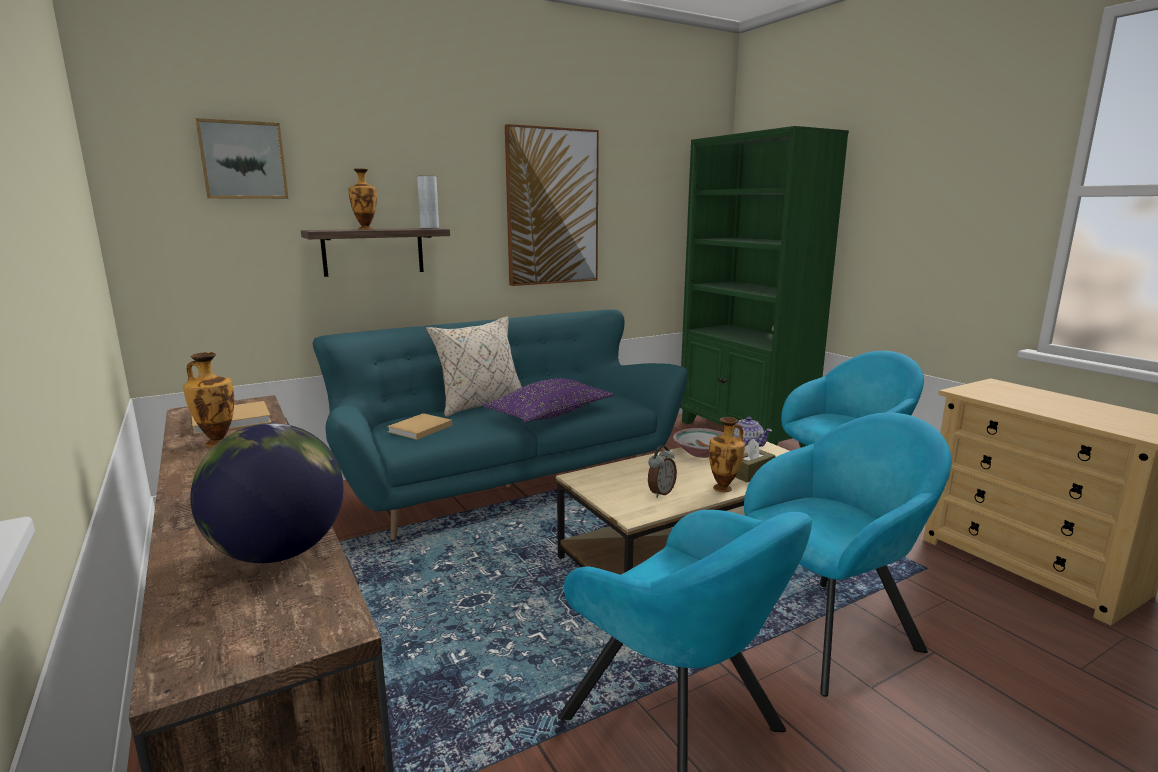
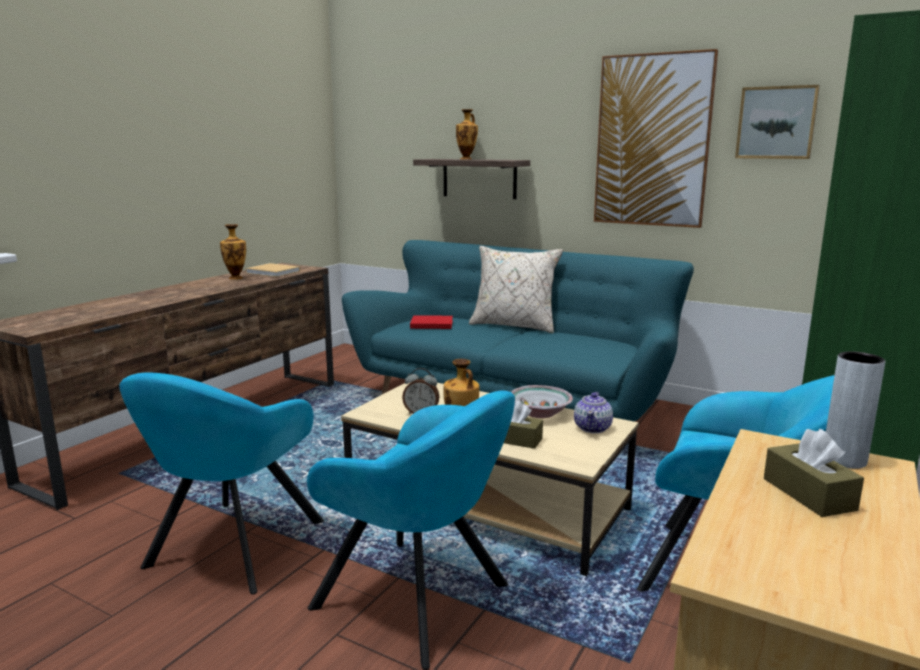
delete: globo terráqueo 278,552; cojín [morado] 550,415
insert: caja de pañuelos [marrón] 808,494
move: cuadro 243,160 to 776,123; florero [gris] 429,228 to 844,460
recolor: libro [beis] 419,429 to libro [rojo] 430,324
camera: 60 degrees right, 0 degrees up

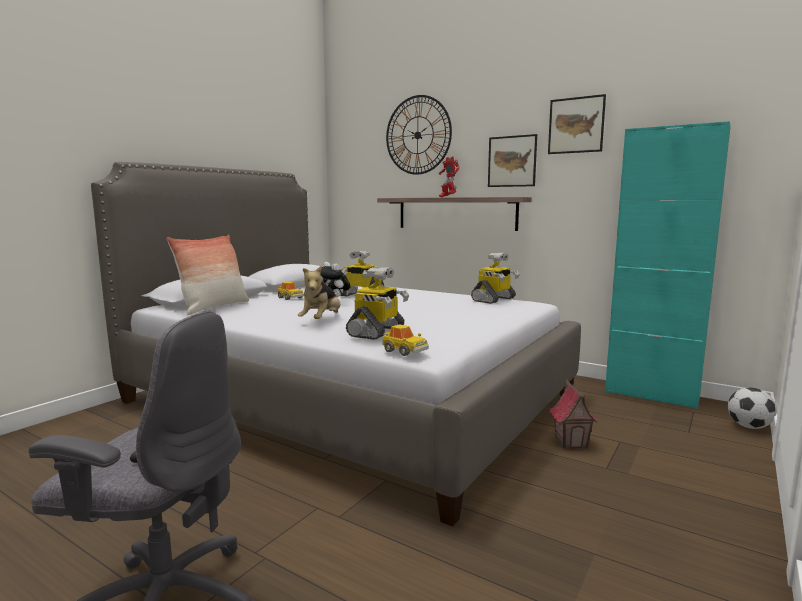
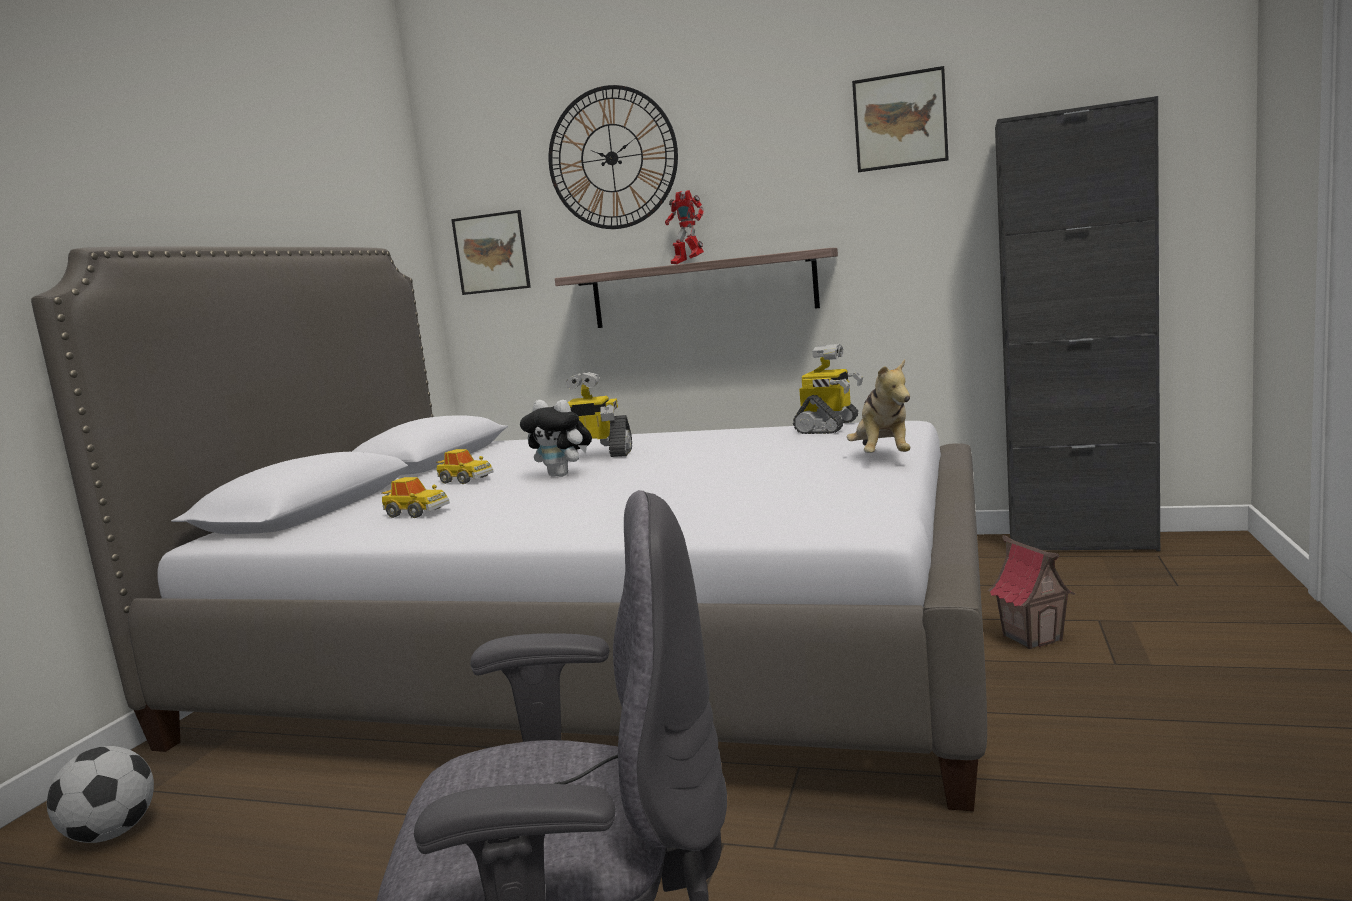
delete: cojín 214,307; robot de juguete 377,332
move: peluche 321,320 to 882,457; coche de juguete 404,351 to 416,513; cuadro 512,161 to 491,253; balón de fútbol 749,427 to 111,834
recolor: armario [turquesa] 651,395 to armario [negro] 1081,542
camera: 15 degrees left, 0 degrees up

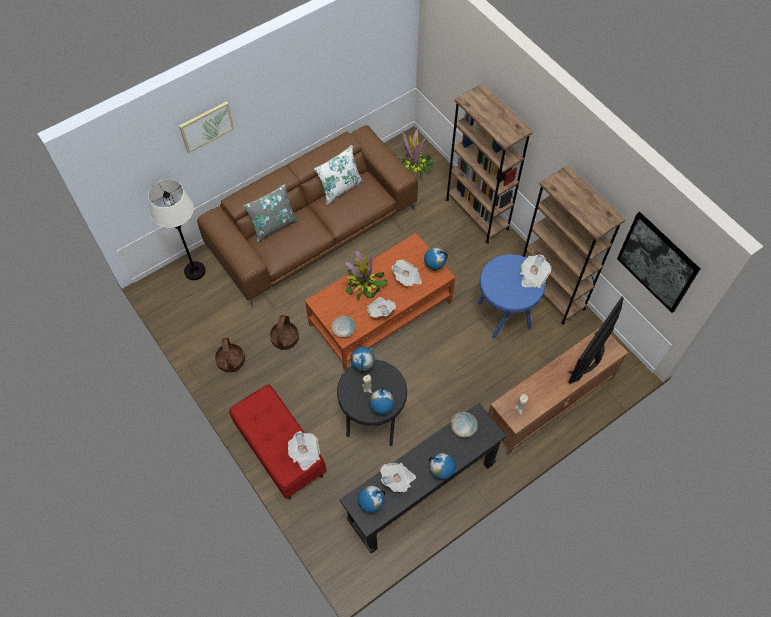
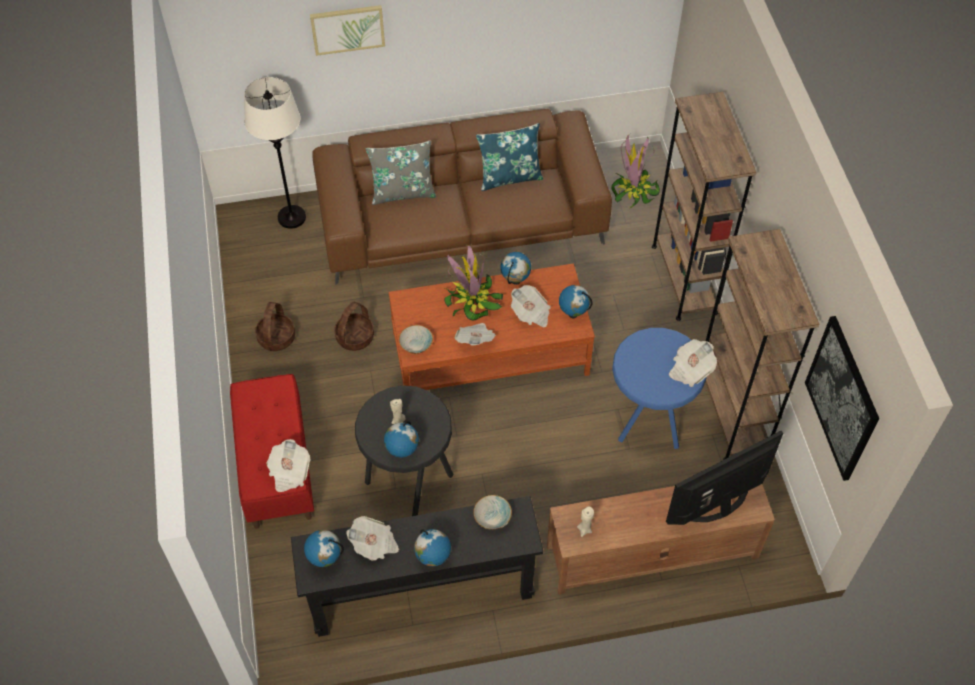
move: globo terráqueo 363,366 to 515,281
recolor: cojín [blanco] 340,188 to cojín [azul] 509,177
camera: 25 degrees right, 5 degrees down

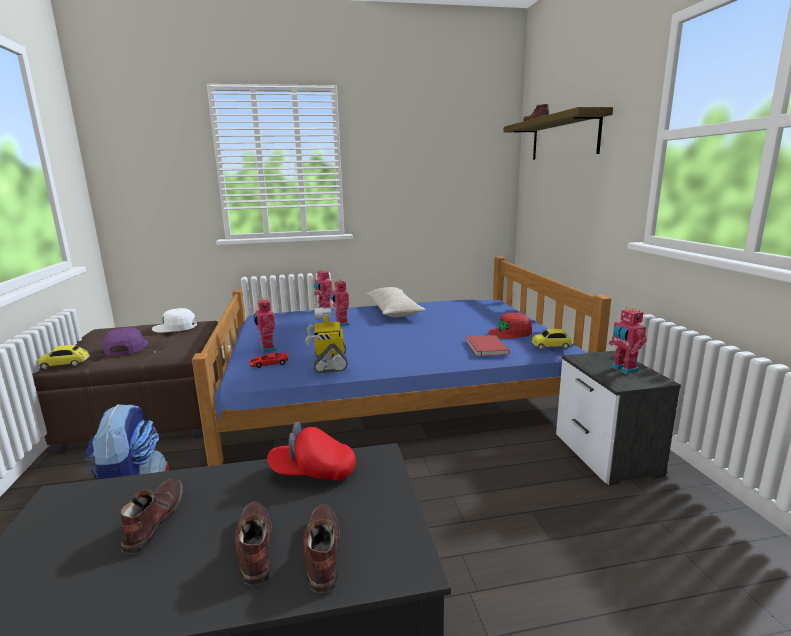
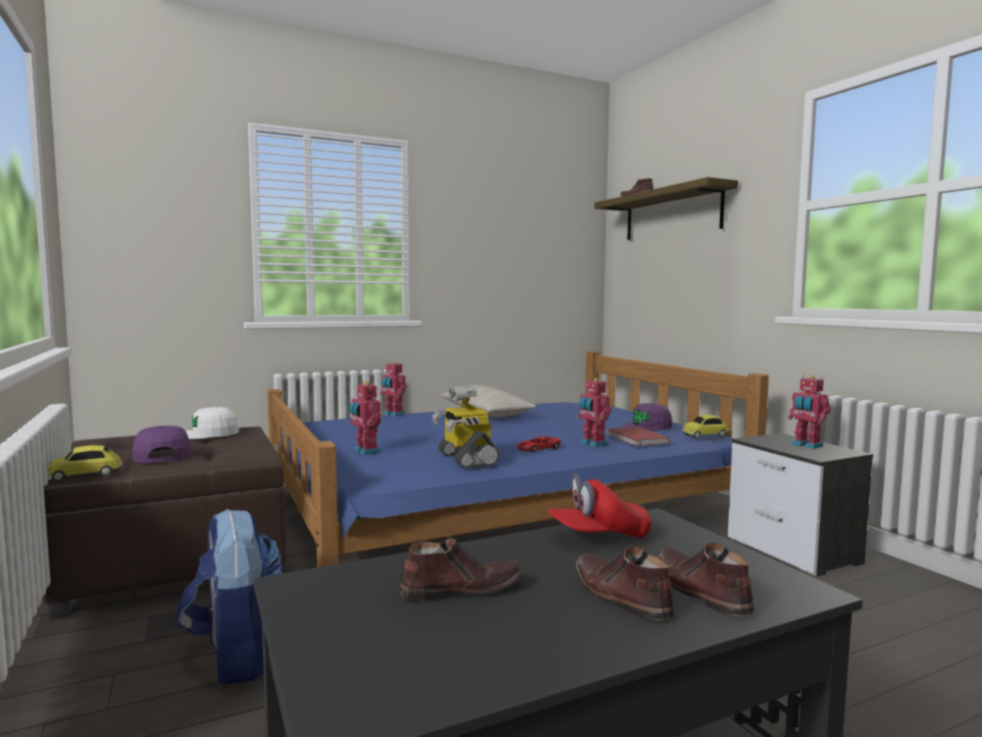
move: coche de juguete [rojo] 269,363 to 538,448; robot de juguete 341,324 to 592,444
recolor: gorra [rojo] 510,332 to gorra [morado] 647,426
rotate: zapato [marrón] 154,520 = 462,589 90 degrees clockwise
camera: 15 degrees left, 10 degrees down

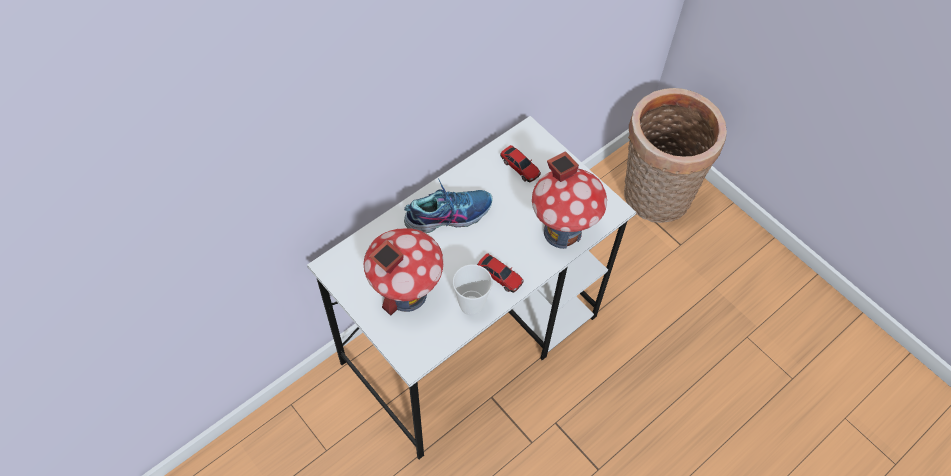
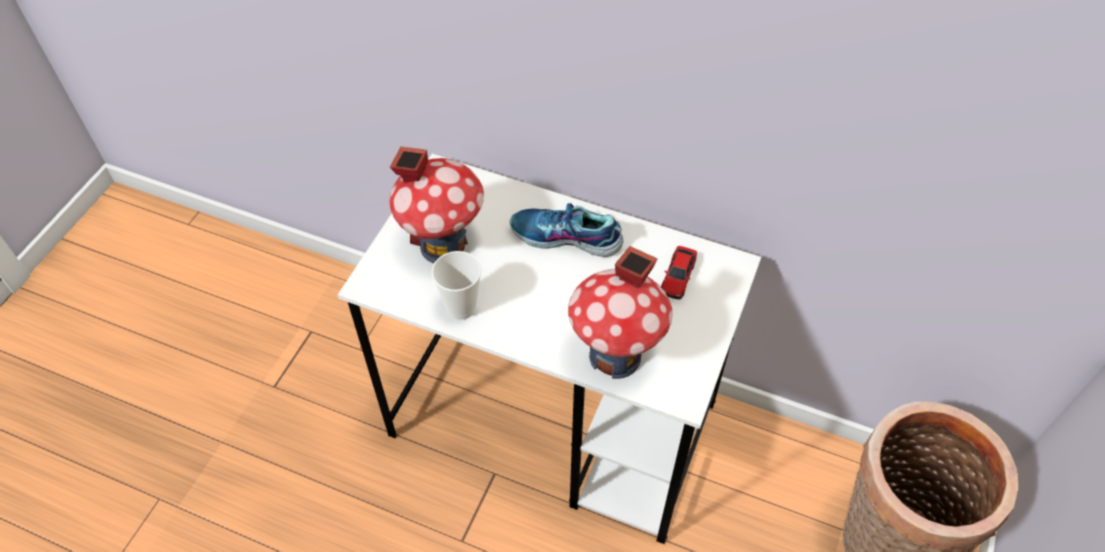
delete: coche de juguete 499,275
rotate: zapato 448,214 = 566,238 150 degrees clockwise
camera: 65 degrees right, 5 degrees down

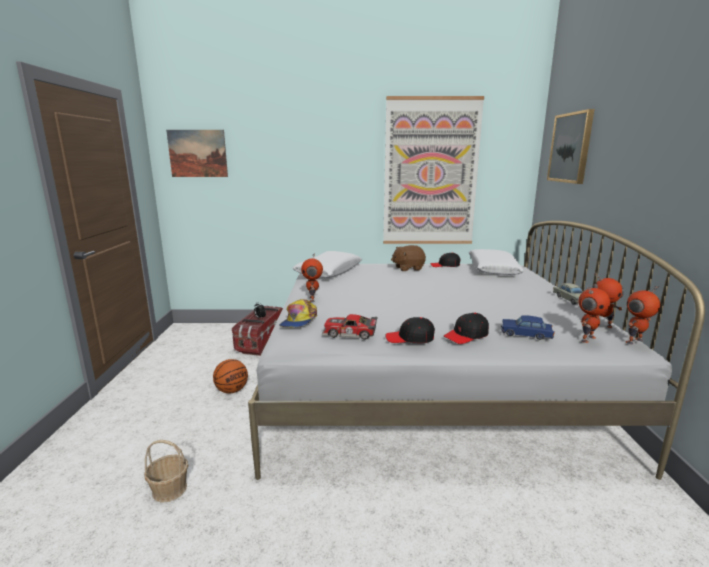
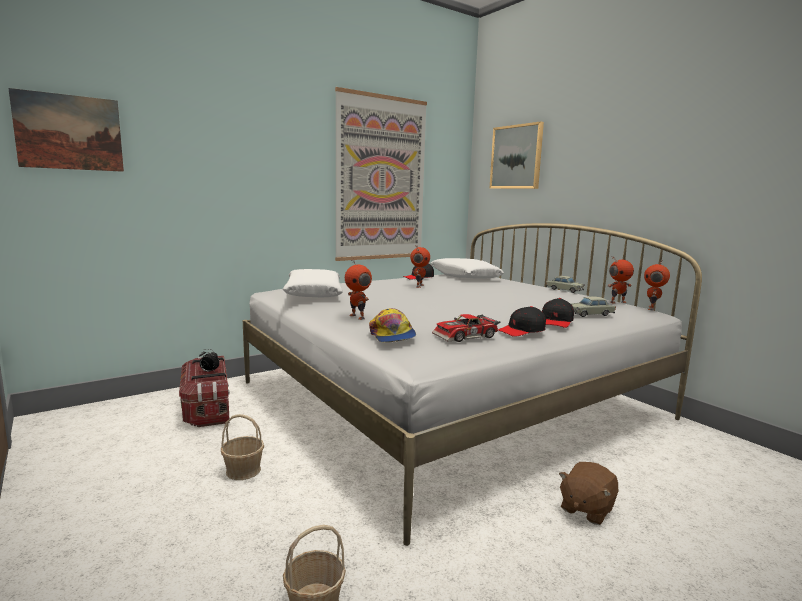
move: peluche [marrón] 408,268 to 586,509; robot de juguete 587,339 to 419,286
replace: balón de baloncesto 232,390 to cesta 243,470
recolor: coche de juguete [azul] 526,334 to coche de juguete [beis] 590,314
camera: 35 degrees left, 5 degrees down

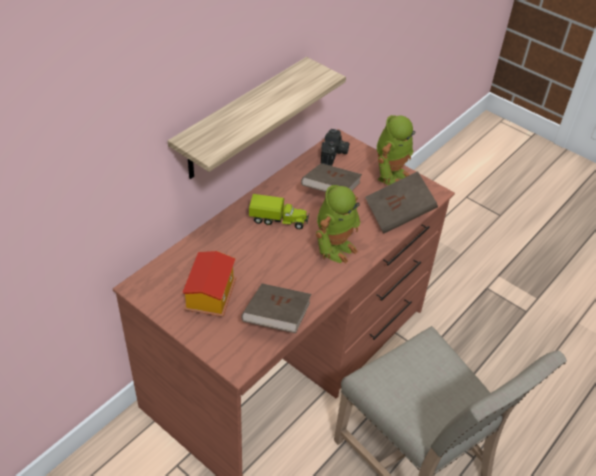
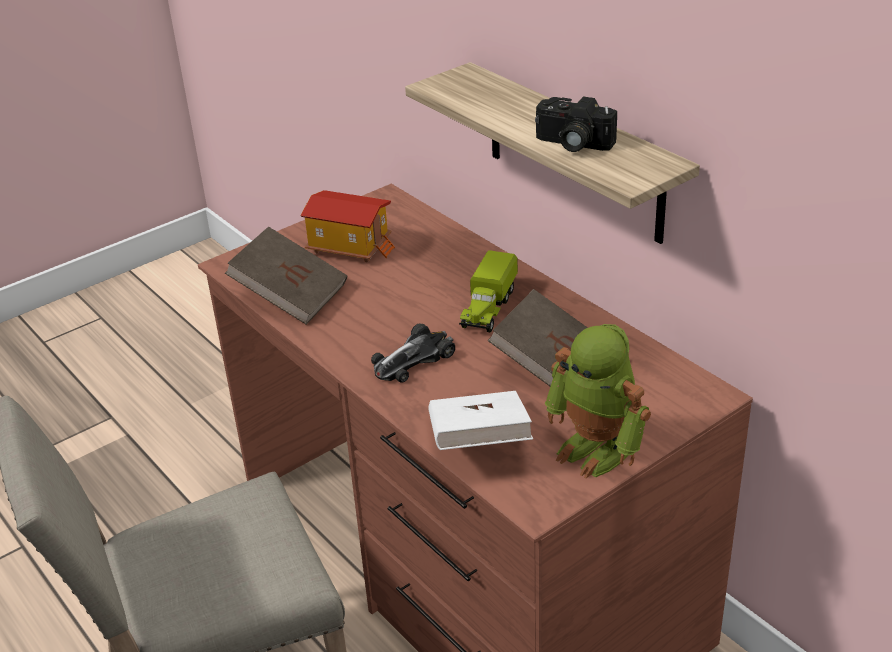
move: cámara 334,155 to 572,144
replace: robot de juguete 335,247 to coche de juguete 413,359
recolor: libro [marrón] 398,214 to libro [blanco] 479,443
camera: 105 degrees right, 10 degrees down

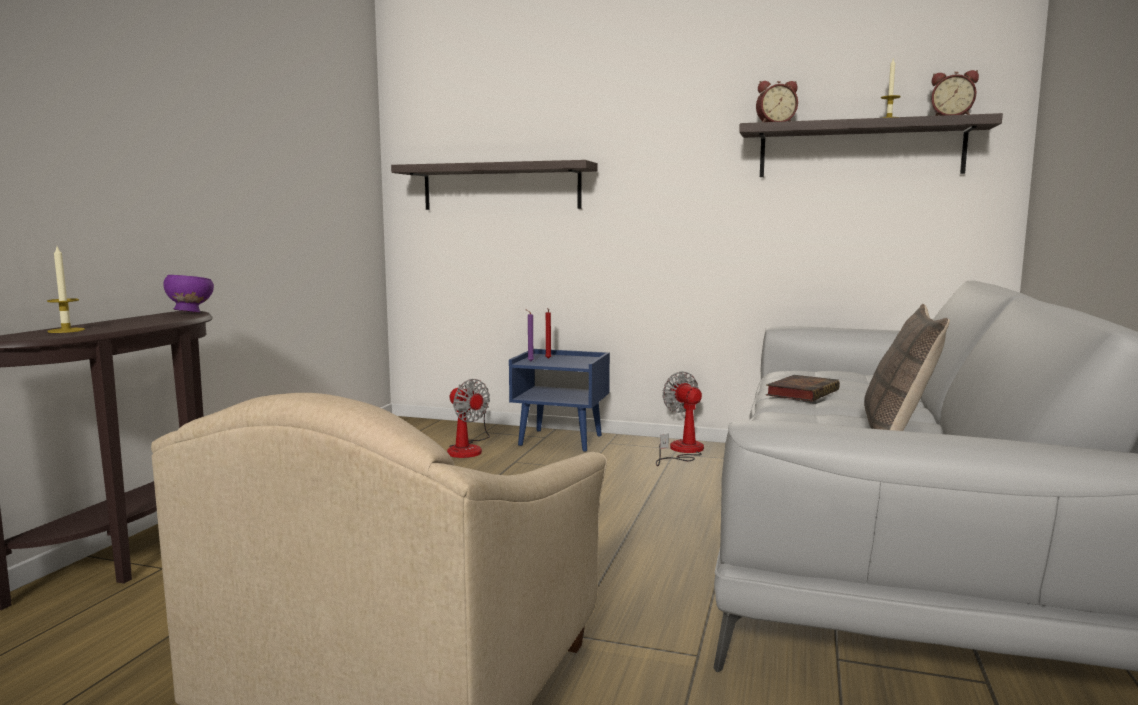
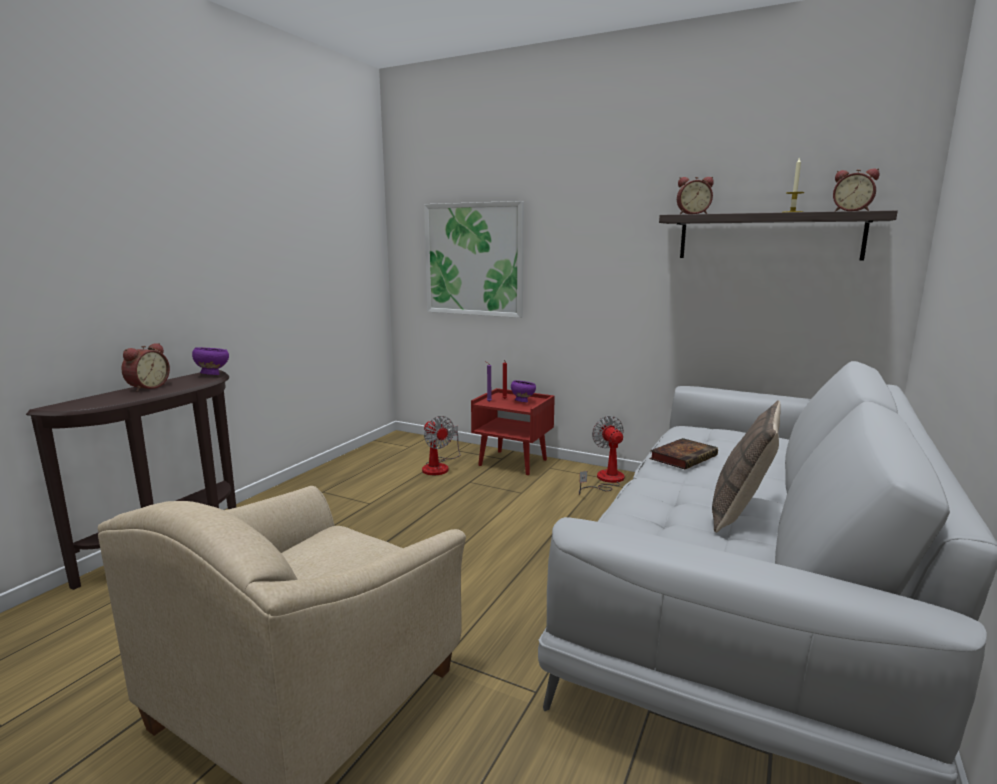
delete: vela 66,330
insert: despertador 147,387; cuenco [morado] 522,401
replace: estante 501,187 to cuadro 474,259
recolor: mesita de noche [azul] 561,440 to mesita de noche [rojo] 513,462
camera: 10 degrees right, 5 degrees up

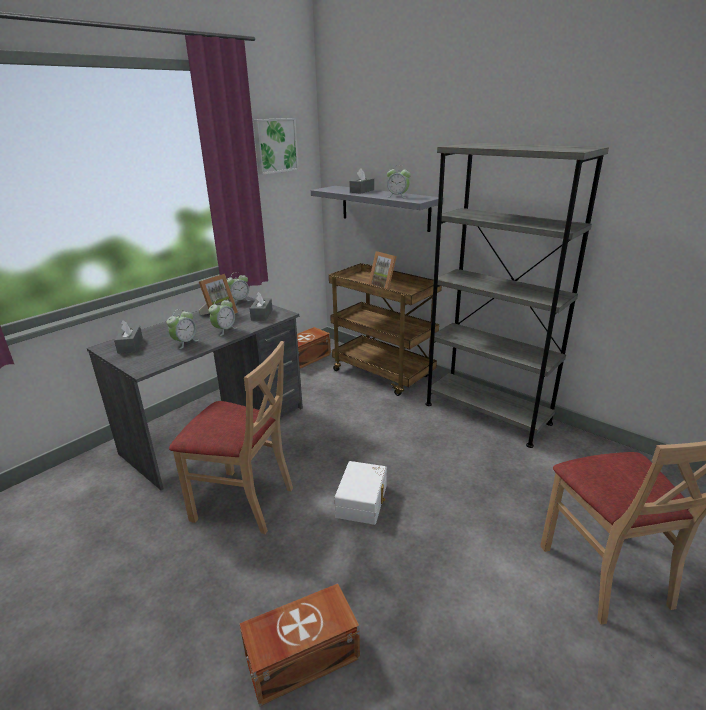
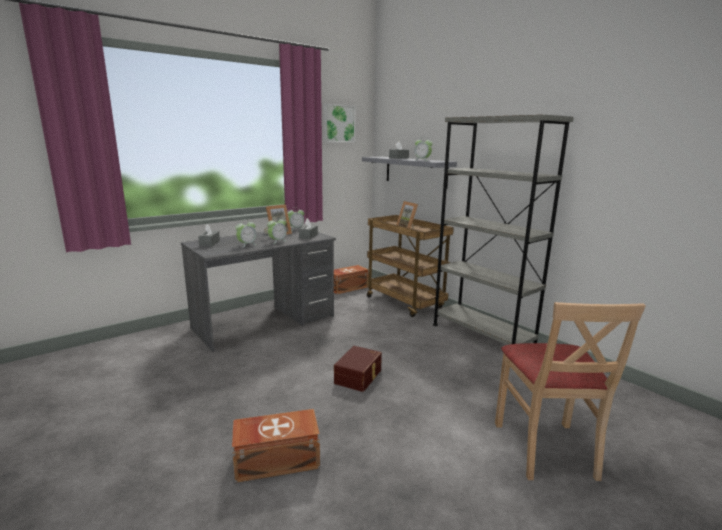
delete: silla [beis] 243,502
recolor: caja de almacenaje [blanco] 363,501 to caja de almacenaje [marrón] 359,377
camera: 10 degrees right, 10 degrees down

